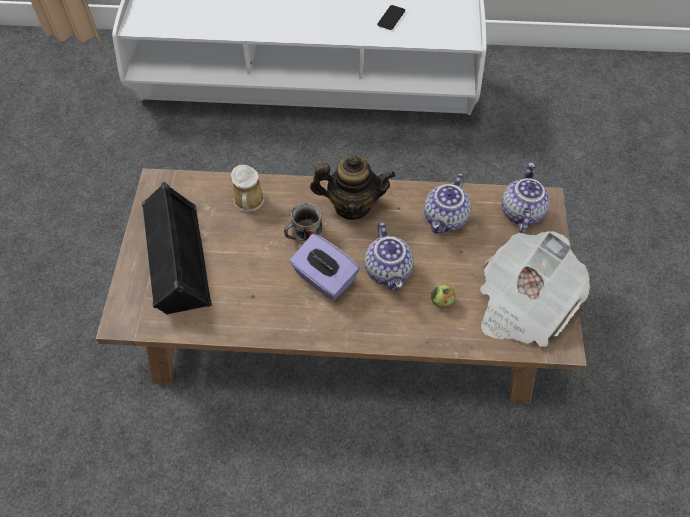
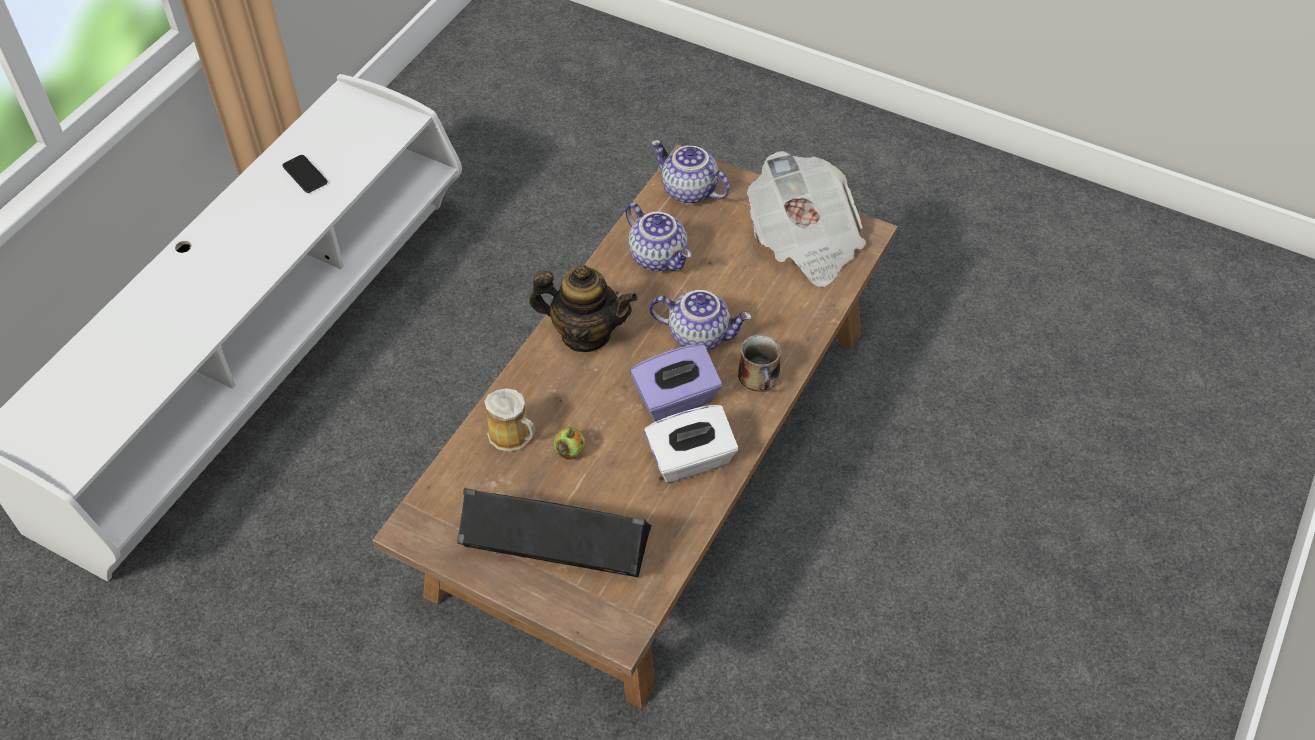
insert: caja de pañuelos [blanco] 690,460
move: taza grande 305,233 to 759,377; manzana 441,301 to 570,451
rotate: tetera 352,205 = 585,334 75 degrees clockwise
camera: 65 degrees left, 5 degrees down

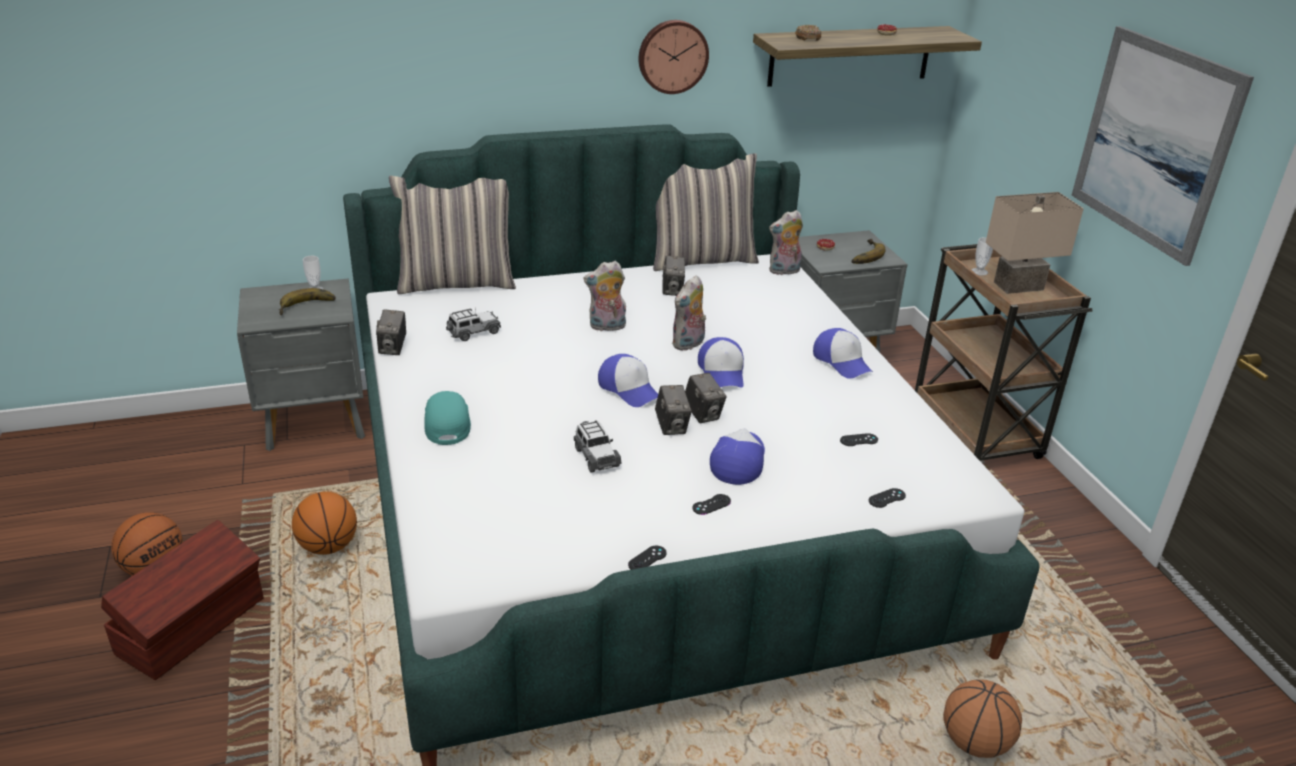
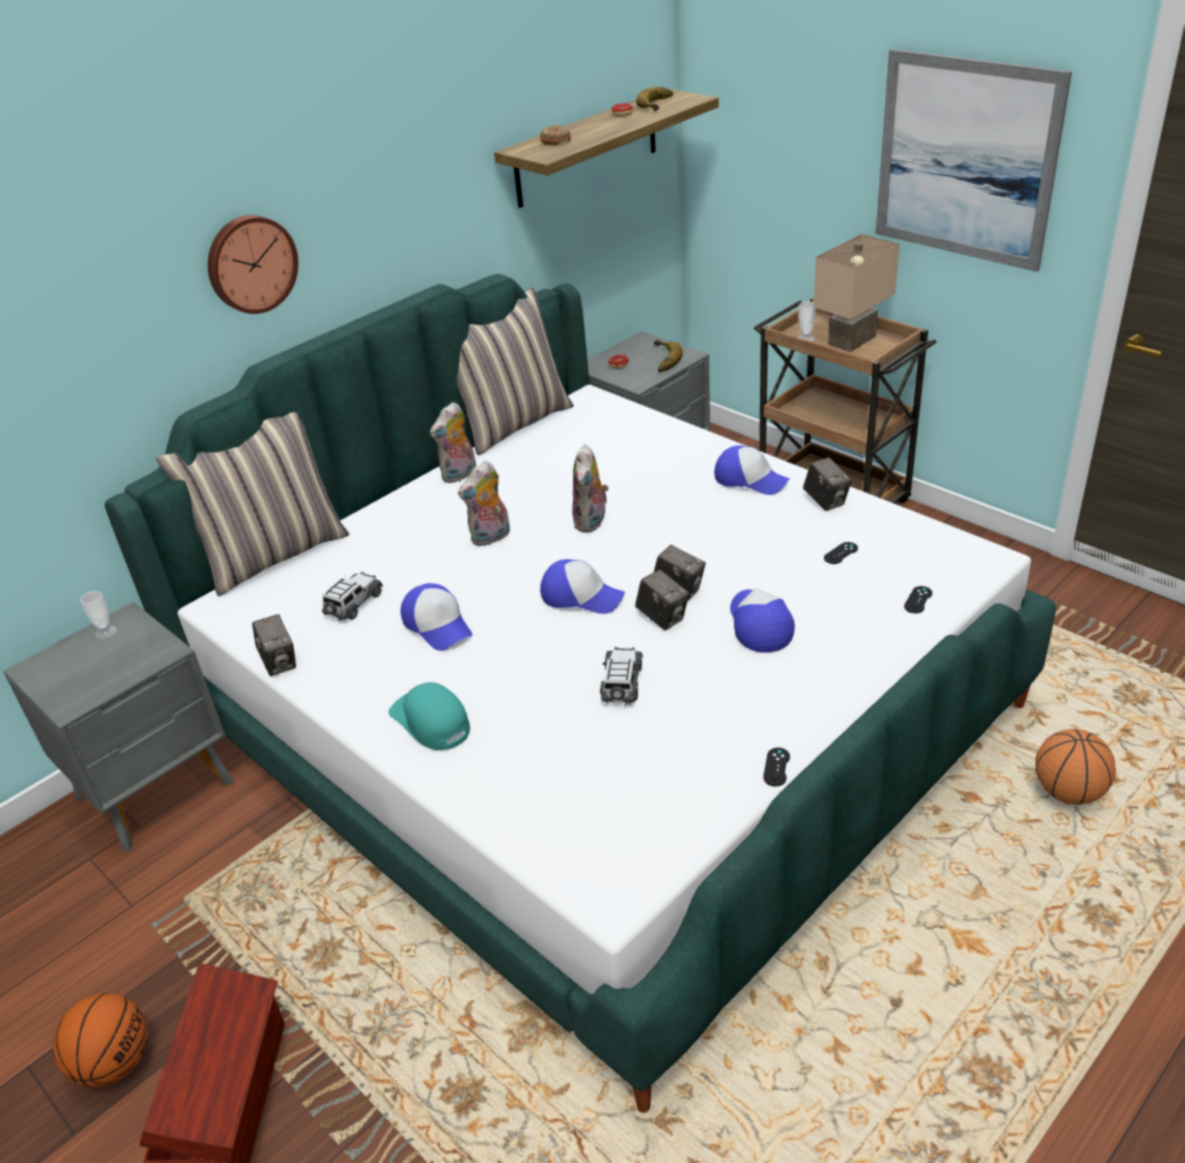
delete: balón de baloncesto 328,546; mando de consola [negro] 711,504
move: plátano 307,307 to 660,104; reloj de pared 672,56 to 250,263; cámara 672,290 to 826,501; gorra 722,372 to 438,625; peluche 784,271 to 459,475
rotate: coche de juguete 596,456 = 622,684 120 degrees counterclockwise
camera: 25 degrees left, 5 degrees up

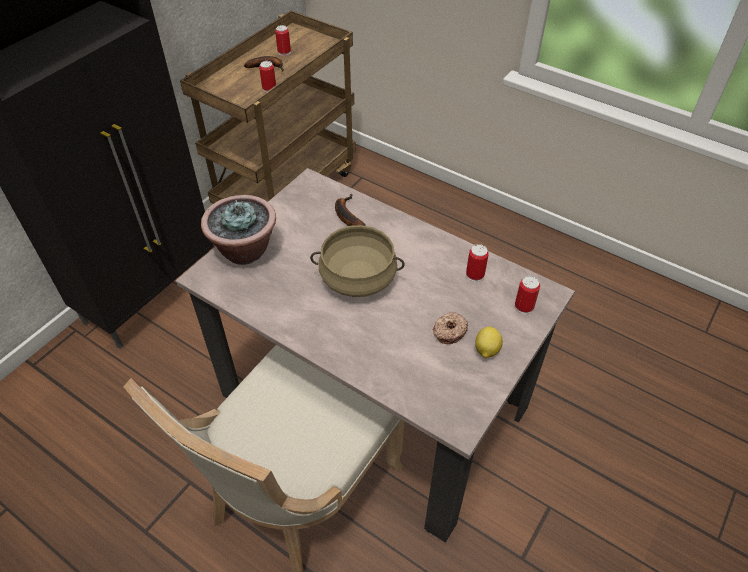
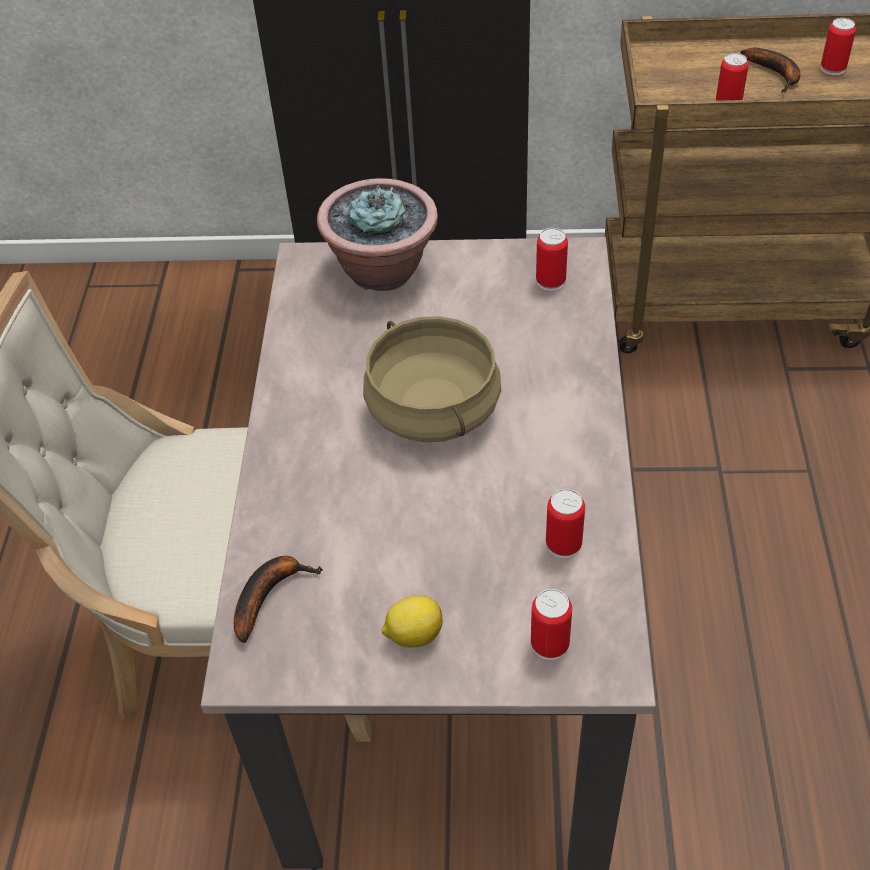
delete: rosquilla 449,331
insert: lata 550,281
move: plátano 346,215 to 269,594
camera: 60 degrees right, 0 degrees up

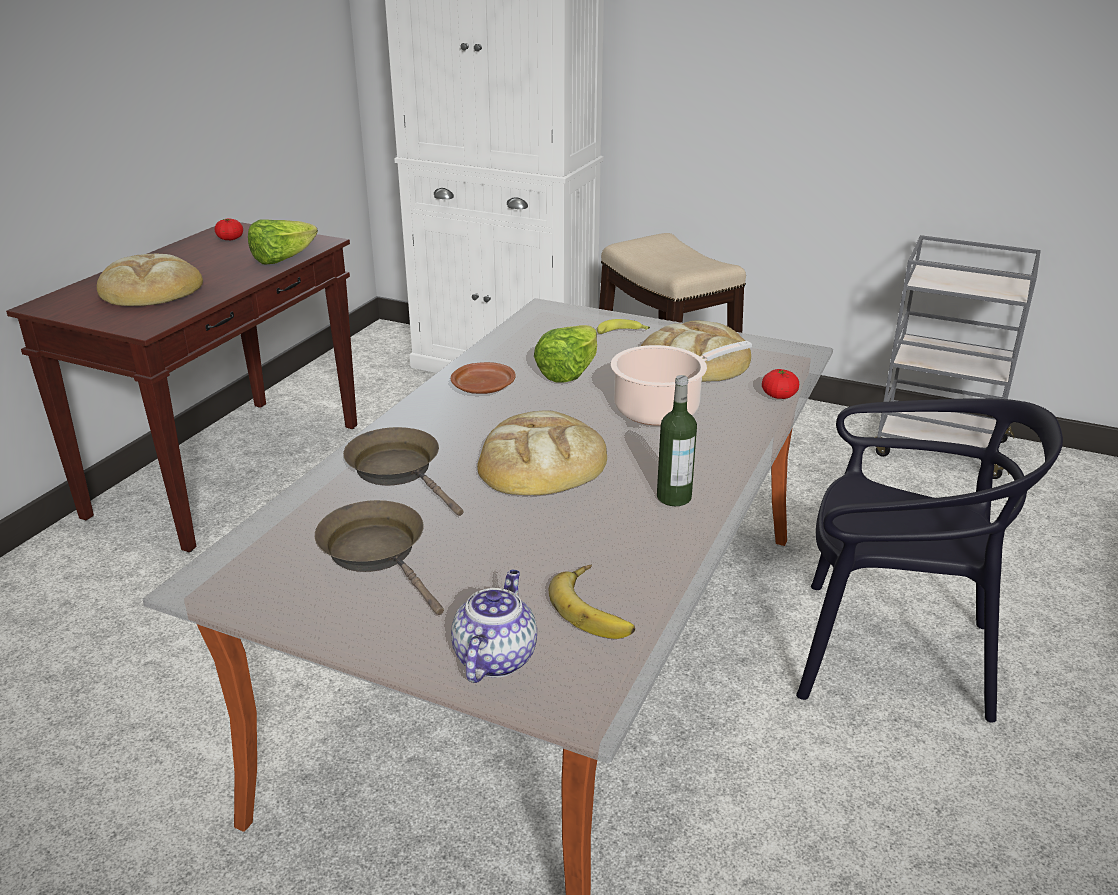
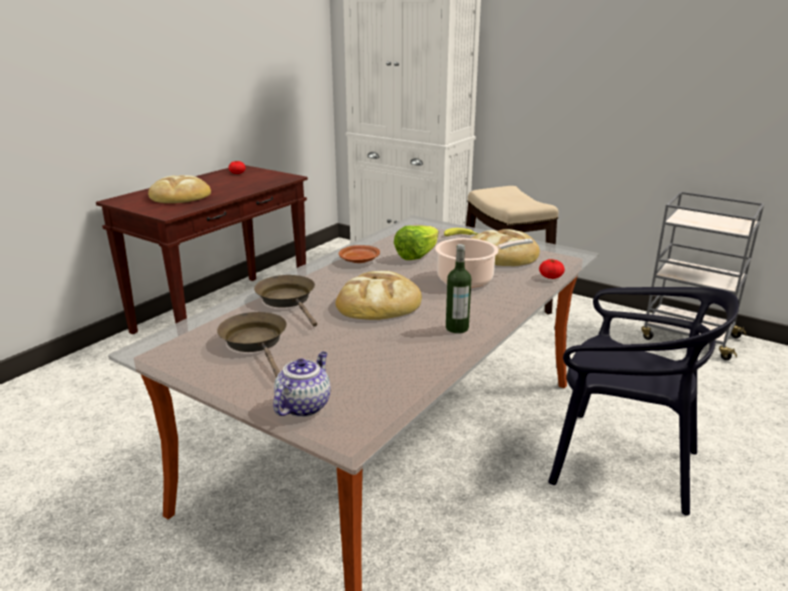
delete: lechuga 283,259; plátano 597,608
camera: 10 degrees right, 5 degrees down

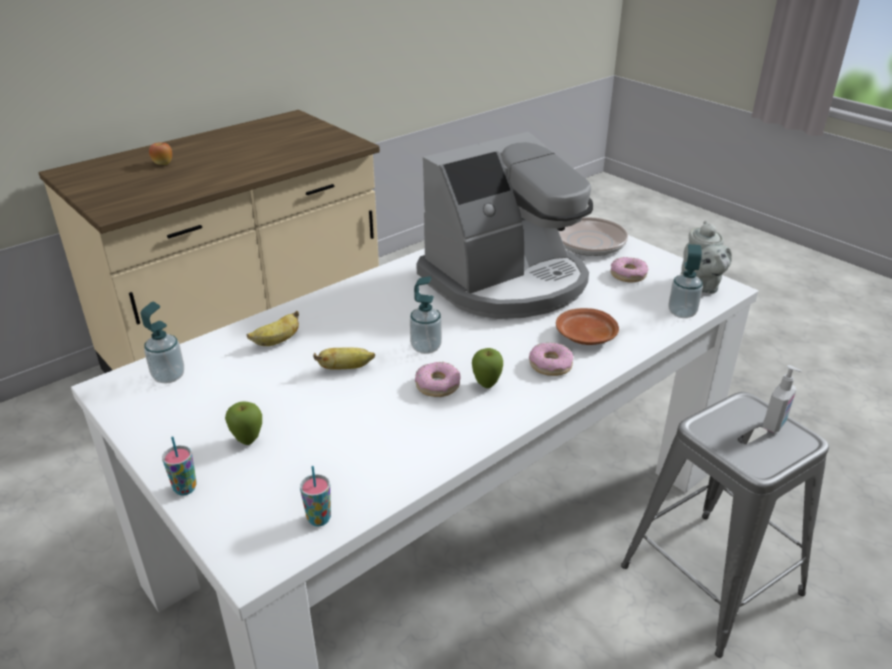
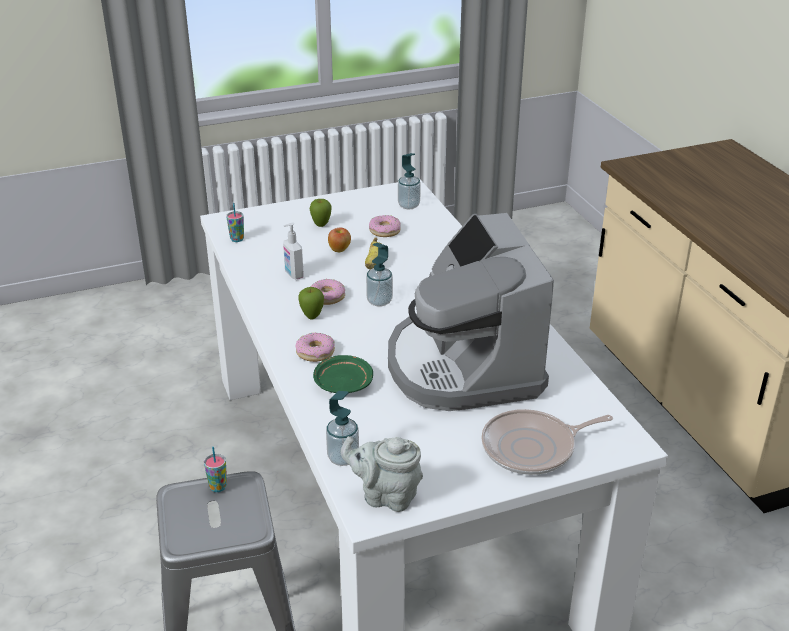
delete: plátano 277,342
move: manzana 163,164 to 339,250; taza 185,488 to 218,487; rosquilla 628,275 to 385,231; dispensador de jabón 775,425 to 293,274
recolor: plato [marrón] 585,336 to plato [verde] 343,383
camera: 110 degrees right, 0 degrees up

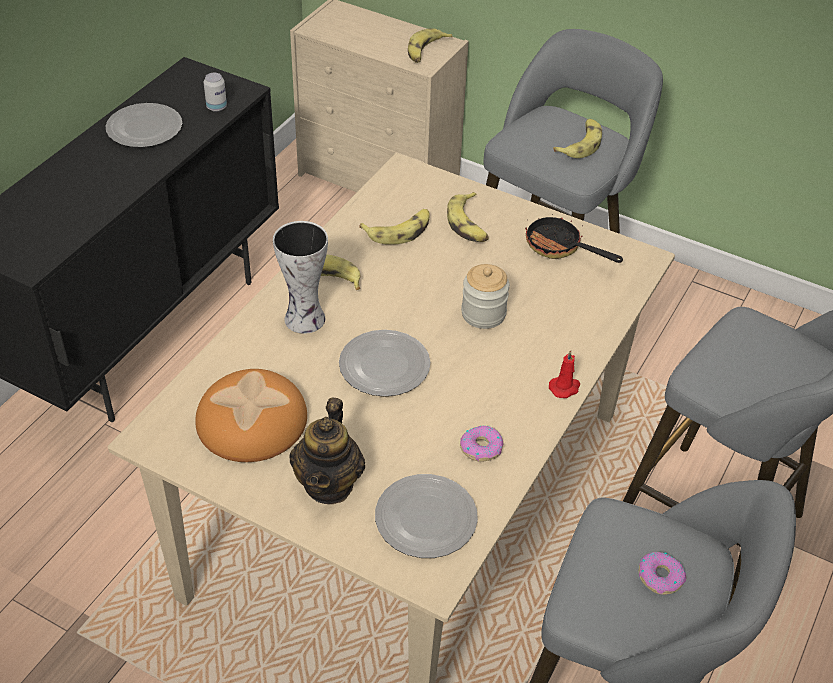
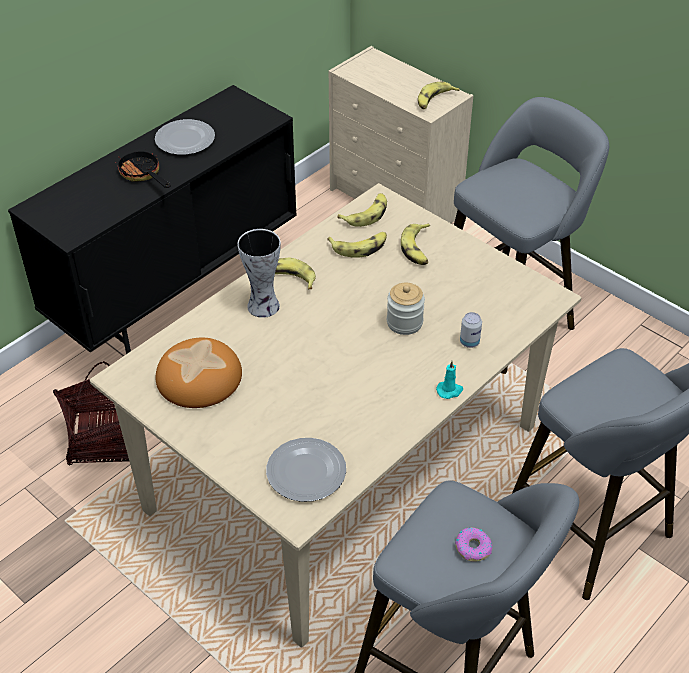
delete: tetera 329,484; plato 383,365; rosquilla 481,448
insert: cesta 103,440
move: lata 216,107 to 469,342; sartén 560,248 to 143,175; plátano 580,144 to 366,214
recolor: vela [rojo] 565,387 to vela [turquesa] 450,390
camera: 15 degrees right, 0 degrees up

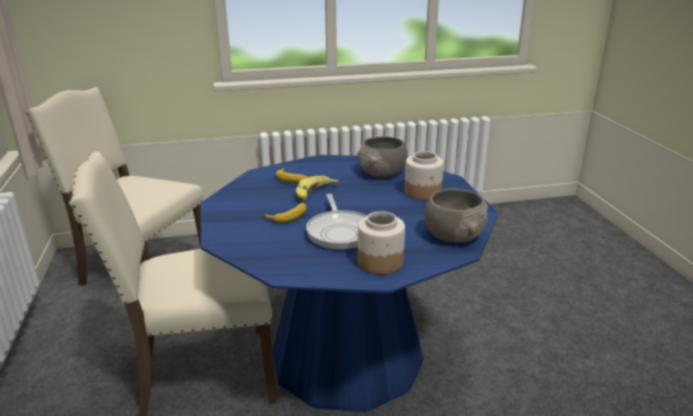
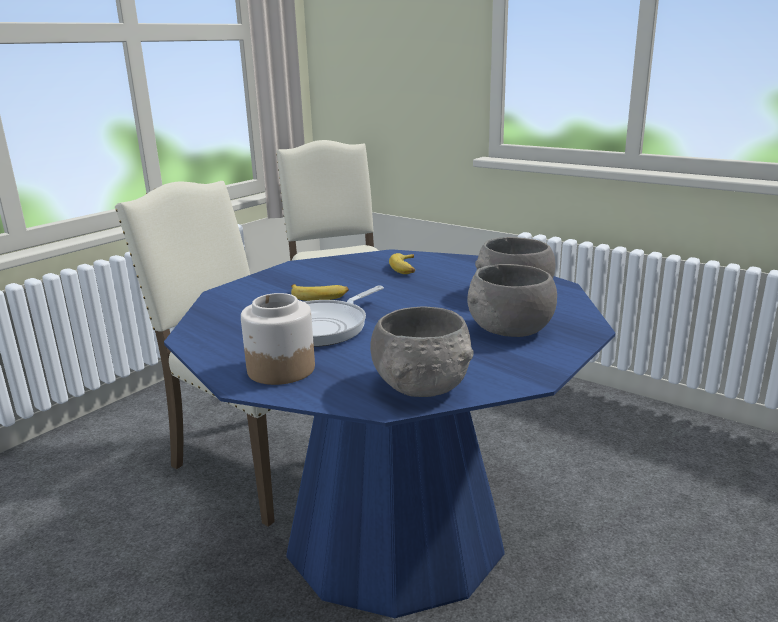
delete: plátano 313,194
replace: tarro 423,192 to cuenco [gris] 509,329
camera: 50 degrees right, 5 degrees down

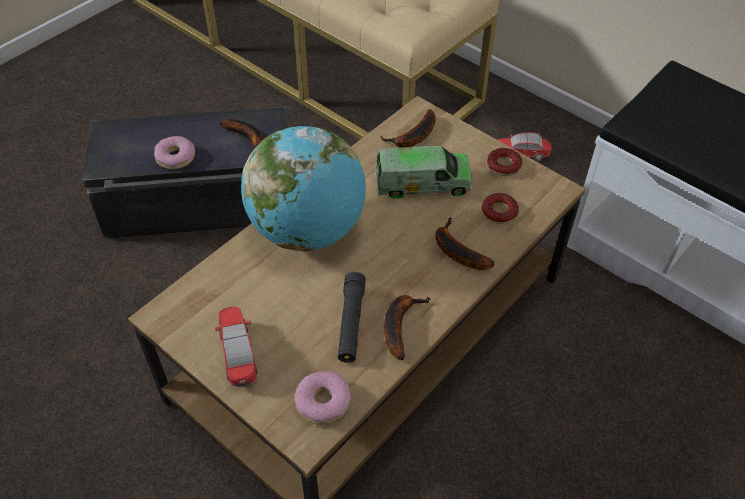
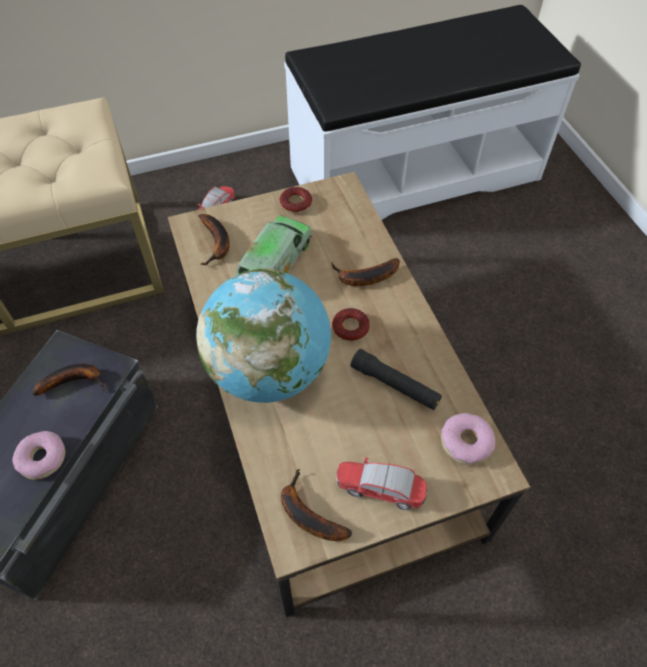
move: plátano 399,324 to 307,514; rosquilla 499,212 to 350,328
camera: 60 degrees left, 5 degrees up

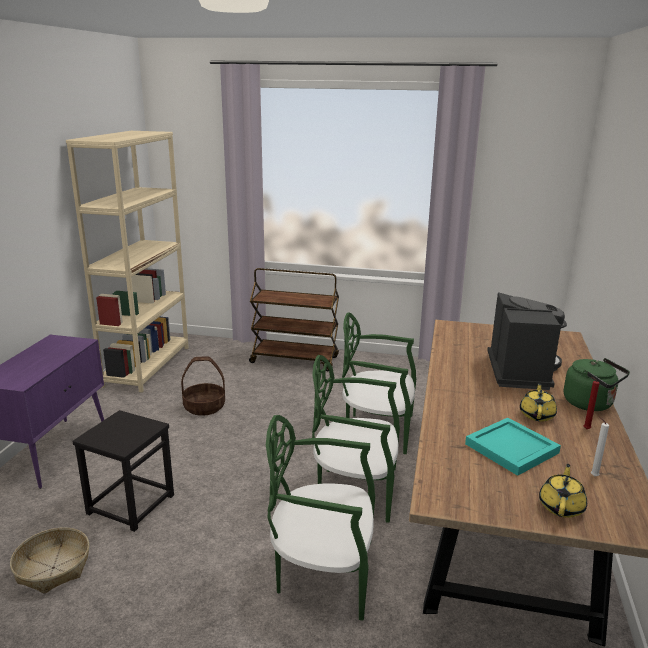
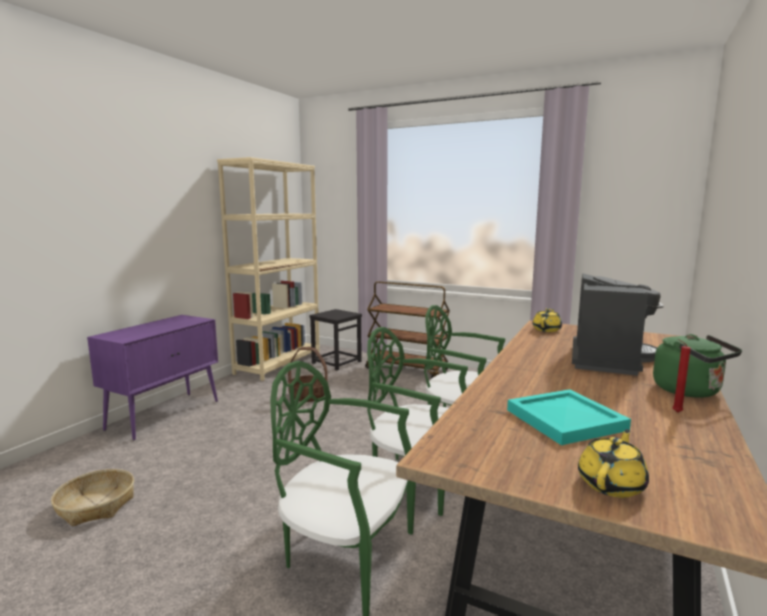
delete: vela [blanco] 592,476
move: taburete [negro] 130,504 to 336,362; tetera [amarillo] 537,414 to 547,329
camera: 15 degrees right, 10 degrees down

